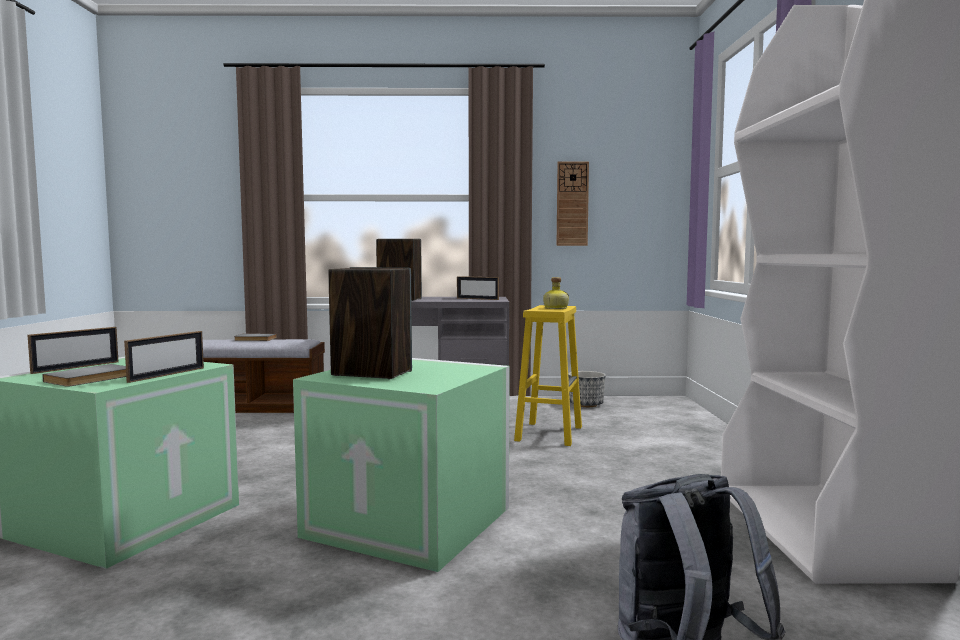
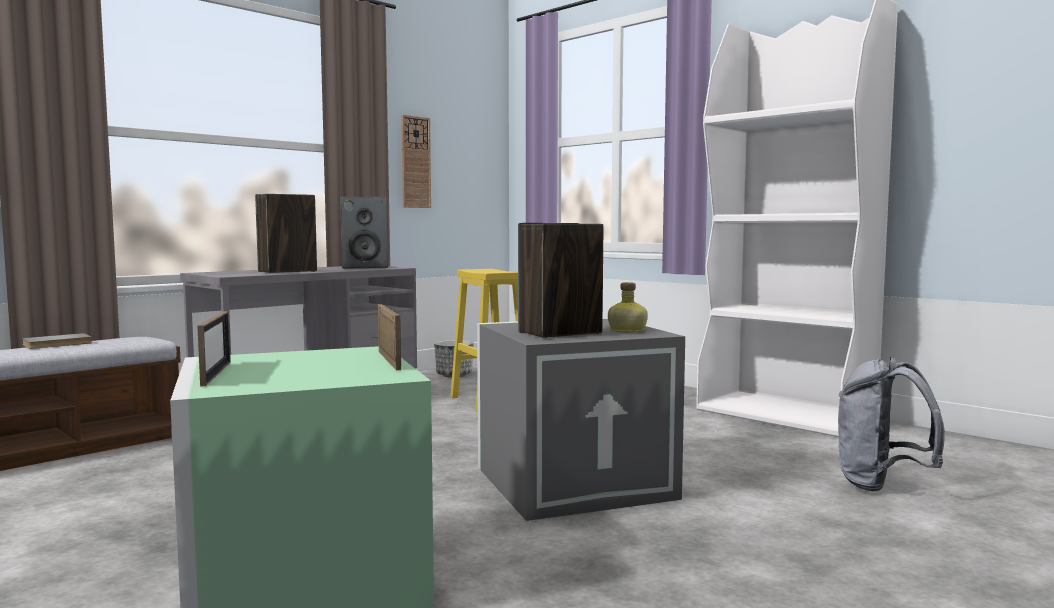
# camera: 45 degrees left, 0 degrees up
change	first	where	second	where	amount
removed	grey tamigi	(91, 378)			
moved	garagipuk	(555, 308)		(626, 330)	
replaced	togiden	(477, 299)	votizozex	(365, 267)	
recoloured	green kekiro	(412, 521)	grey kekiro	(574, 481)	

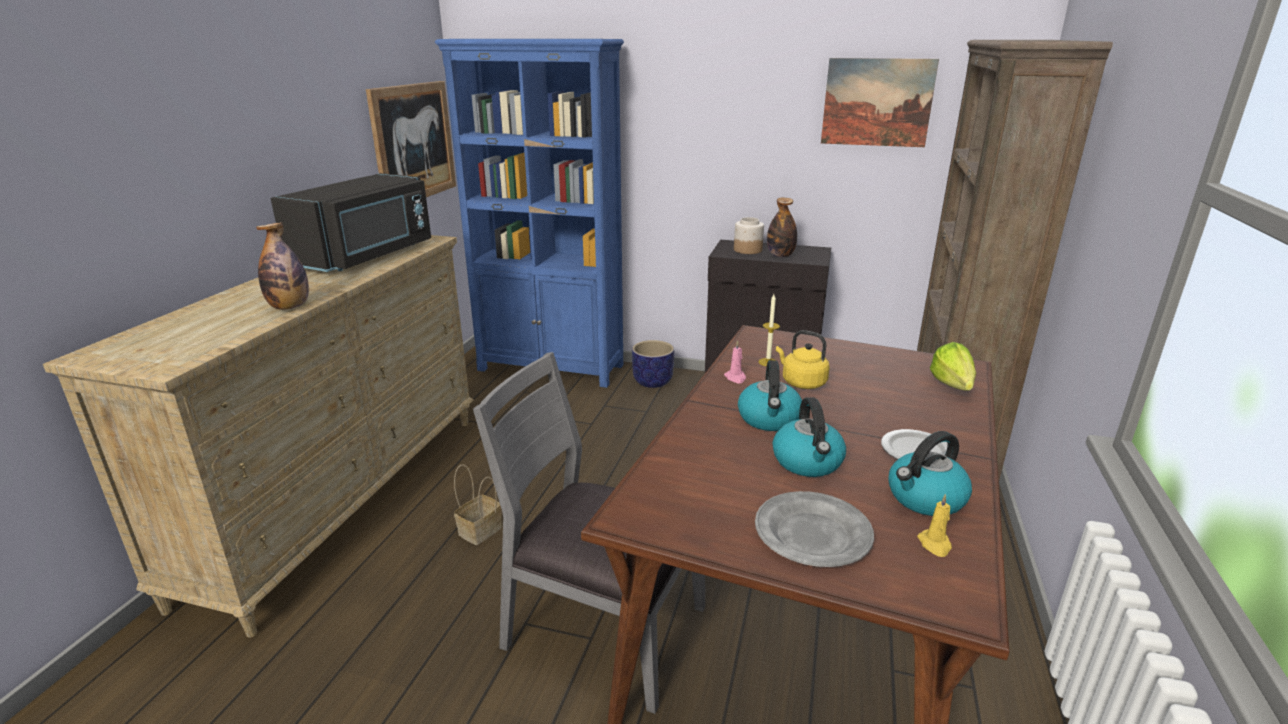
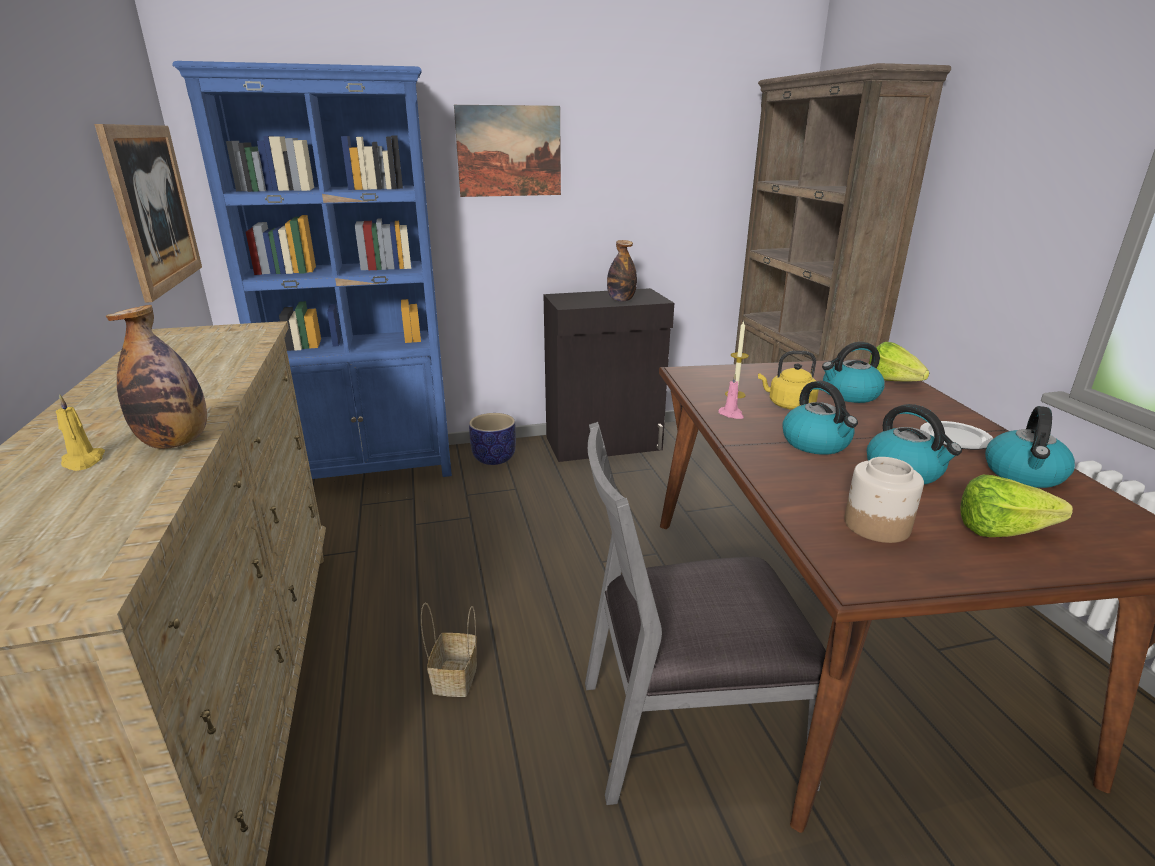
# camera: 30 degrees left, 0 degrees up
change	first	where	second	where	amount
removed	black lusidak	(367, 256)			
added			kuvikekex	(849, 395)	
moved	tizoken	(747, 250)		(876, 526)	
moved	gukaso	(877, 102)		(509, 151)	
moved	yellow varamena	(935, 545)		(83, 461)	
replaced	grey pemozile	(812, 533)	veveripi	(1010, 533)	

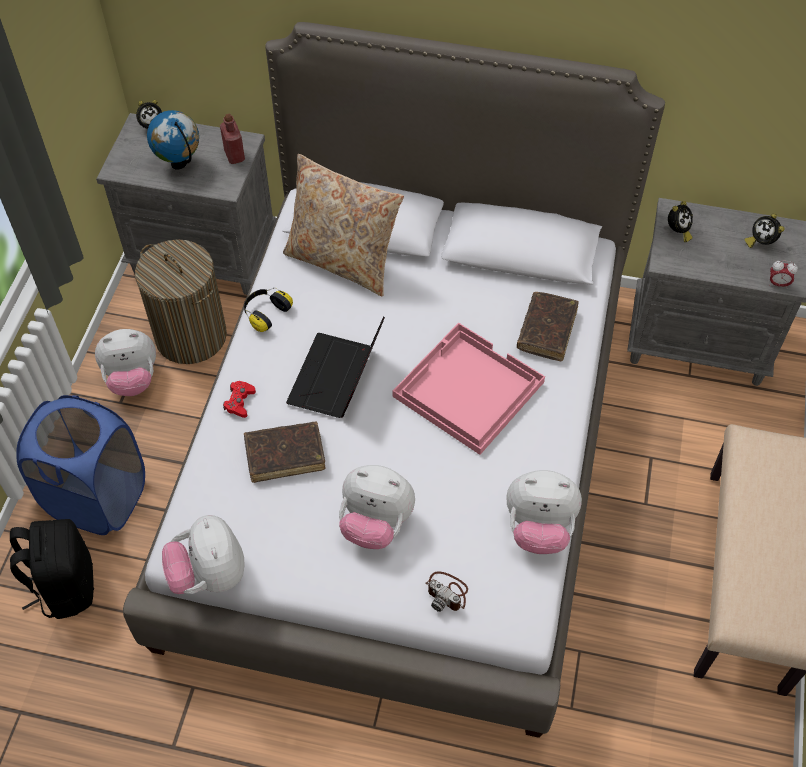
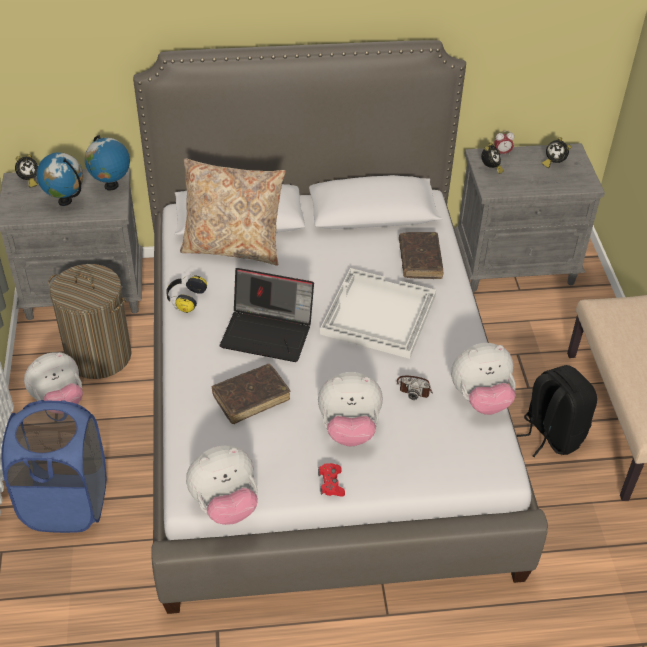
# camera: 20 degrees left, 10 degrees down
change	first	where	second	where	amount
moved	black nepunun	(65, 586)		(550, 434)	
moved	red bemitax	(239, 402)		(331, 483)	
moved	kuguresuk	(447, 592)		(414, 388)	
moved	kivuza	(778, 284)		(502, 153)	
replaced	red garagipuk	(234, 155)	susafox	(111, 186)	
recoloured	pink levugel	(466, 389)	white levugel	(377, 315)	
turned	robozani	(209, 574)		(225, 505)	75 degrees counterclockwise
turned	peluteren	(337, 379)		(268, 332)	75 degrees counterclockwise

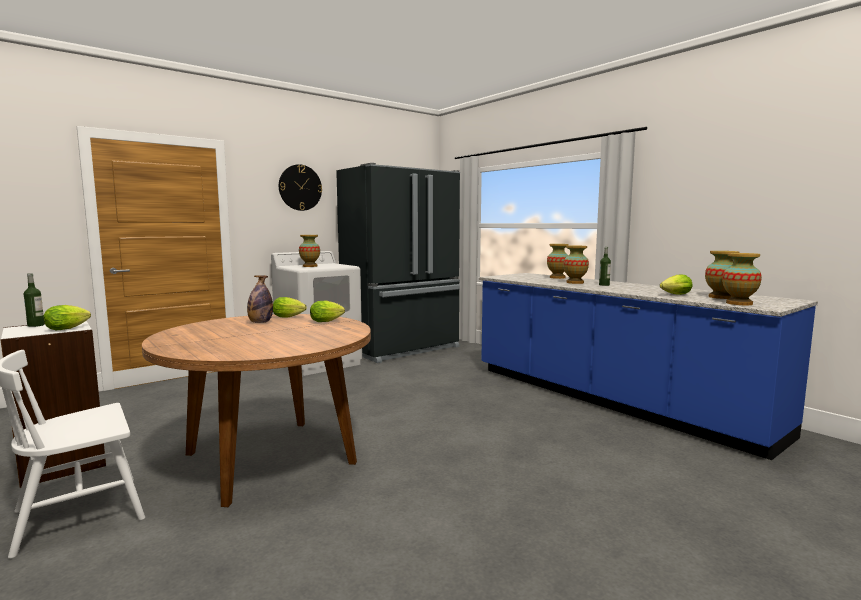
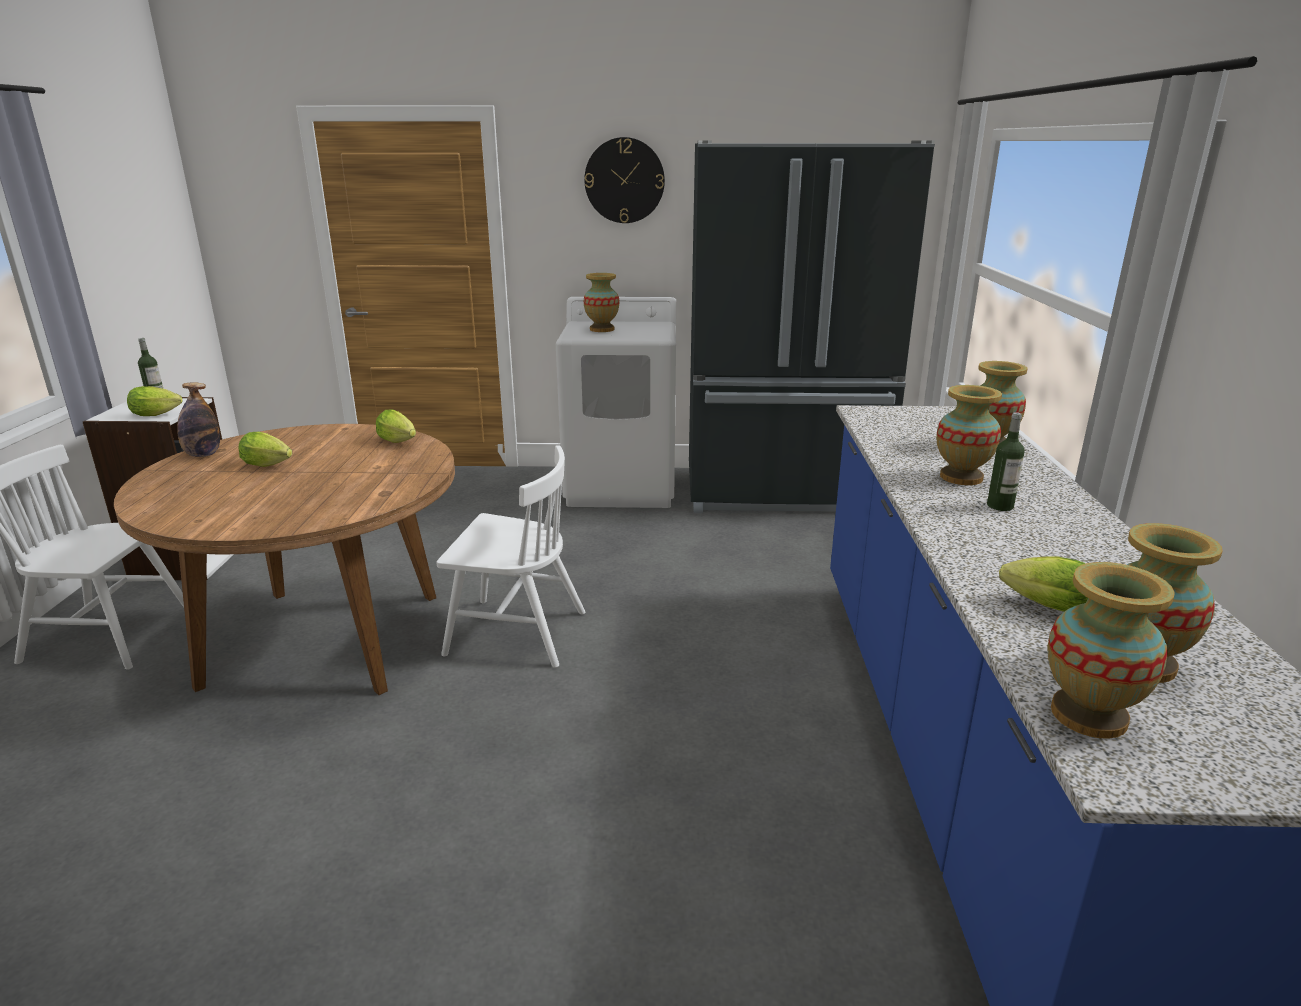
# camera: 40 degrees right, 15 degrees up
change	first	where	second	where	amount
added			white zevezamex	(515, 633)	
moved	garagipuk	(260, 322)		(203, 455)	
moved	veveripi	(328, 321)		(270, 465)	

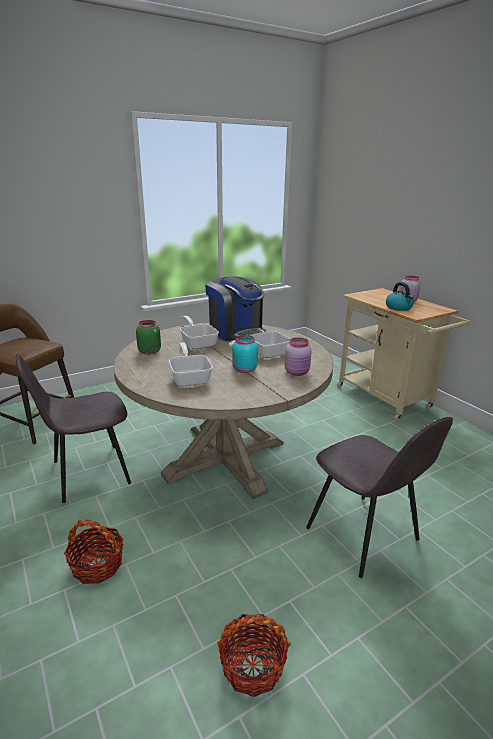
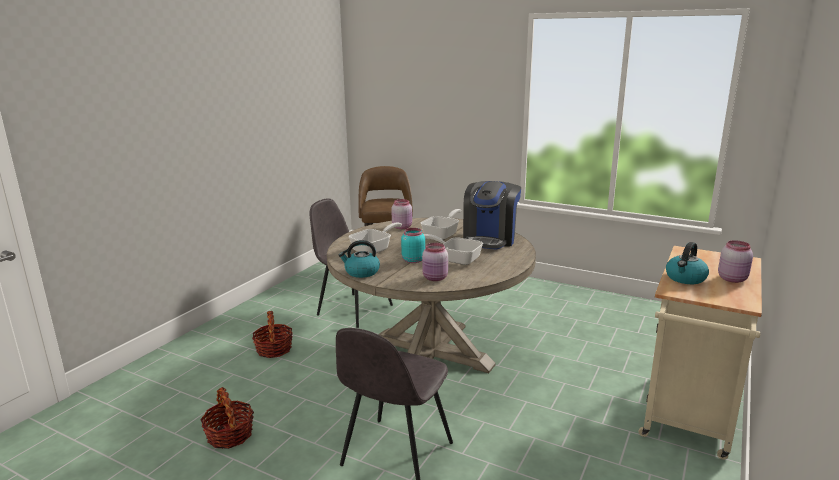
# camera: 60 degrees right, 5 degrees down
change	first	where	second	where	amount
added			kuvikekex	(361, 272)	
recoloured	green tizoken	(149, 351)	pink tizoken	(402, 227)	

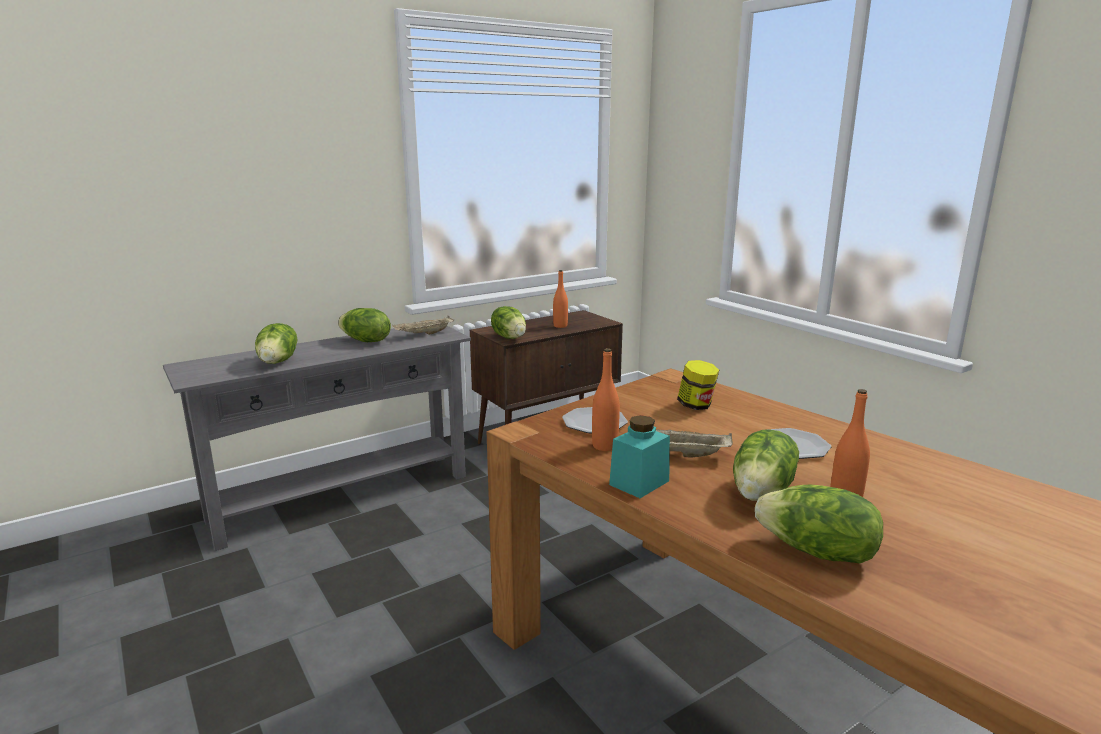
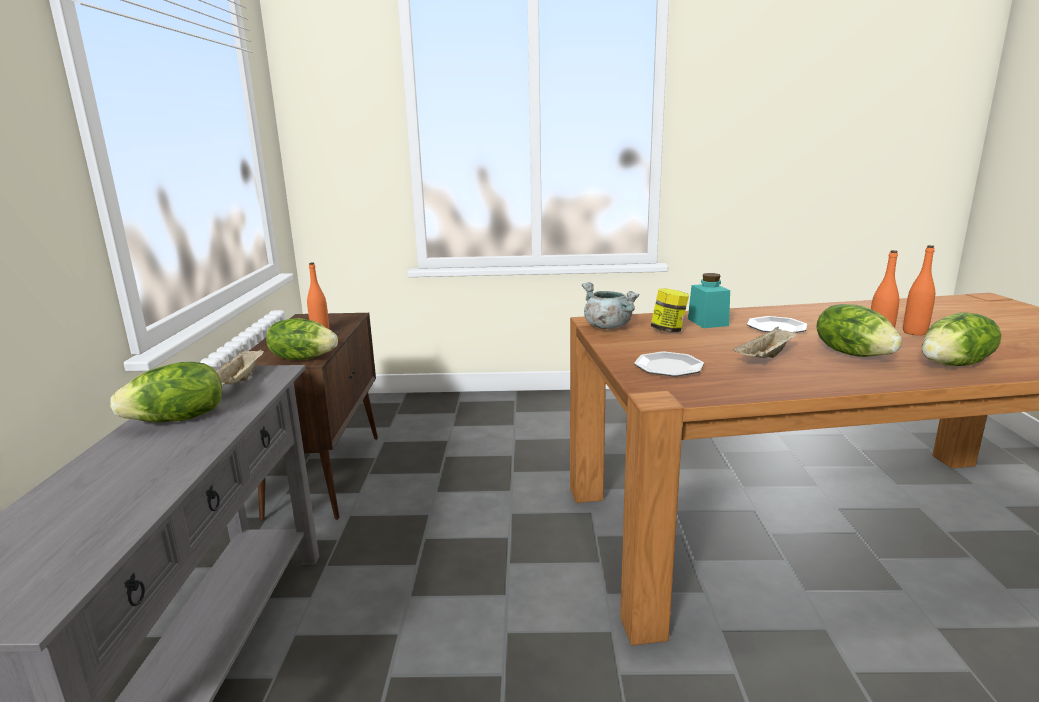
# camera: 55 degrees left, 0 degrees up
change	first	where	second	where	amount
removed	veveripi	(278, 361)			
added			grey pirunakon	(607, 326)	
moved	orange garagipuk	(604, 446)		(914, 332)	
moved	turquoise tizoken	(639, 483)		(707, 322)	

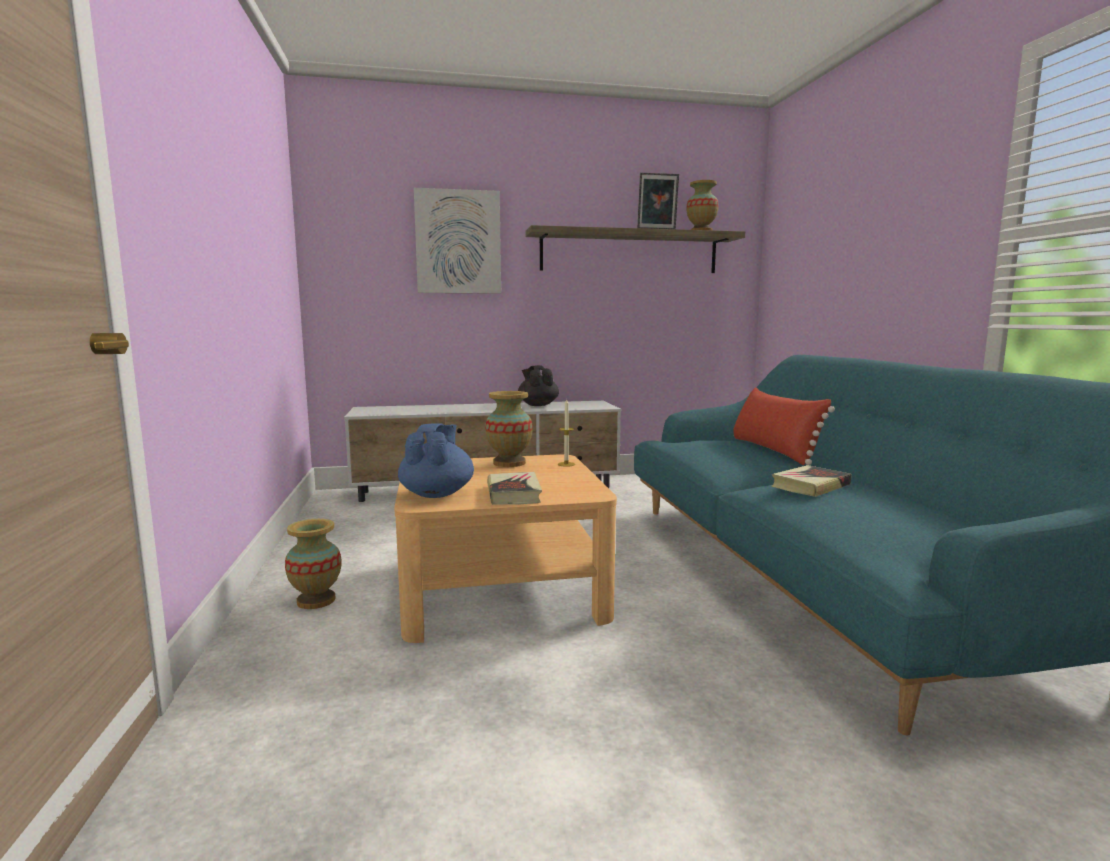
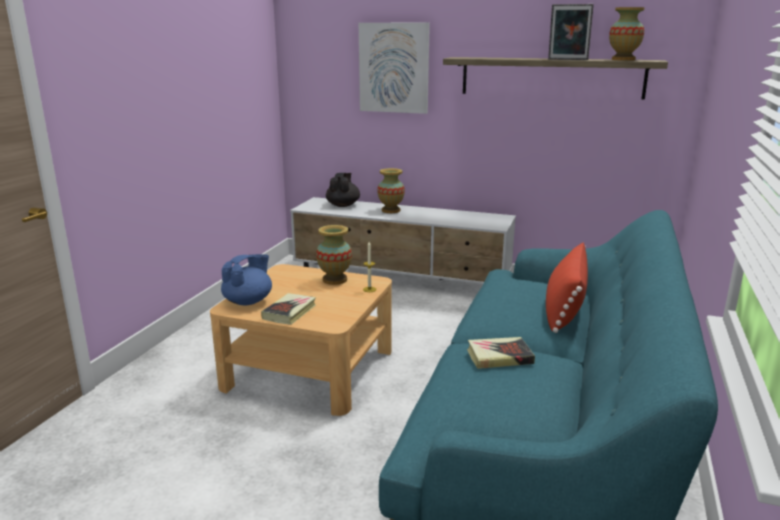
# camera: 30 degrees right, 10 degrees up
change	first	where	second	where	amount
moved	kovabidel	(316, 601)		(391, 210)	
moved	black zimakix	(538, 405)		(343, 205)	

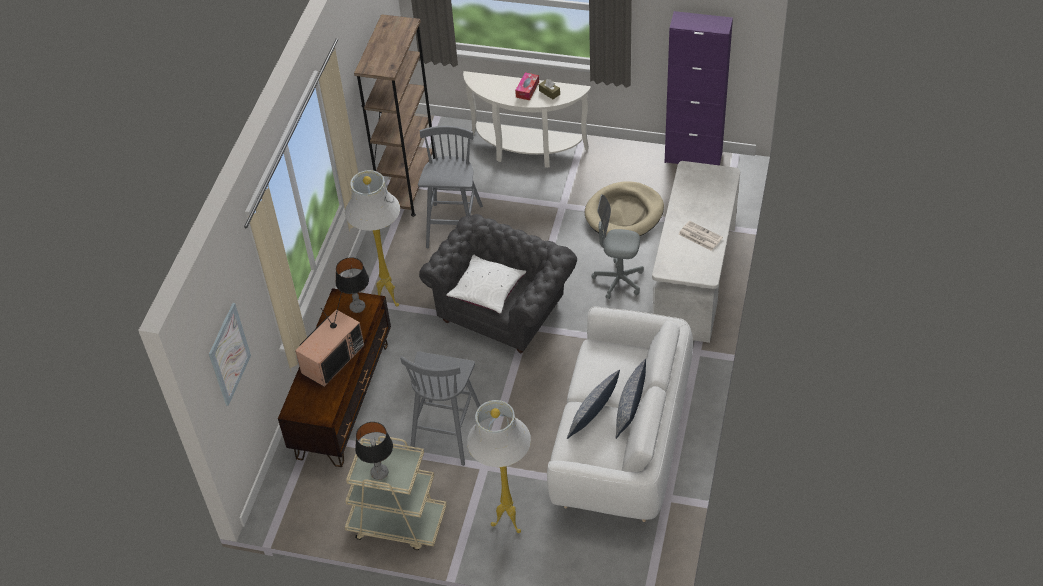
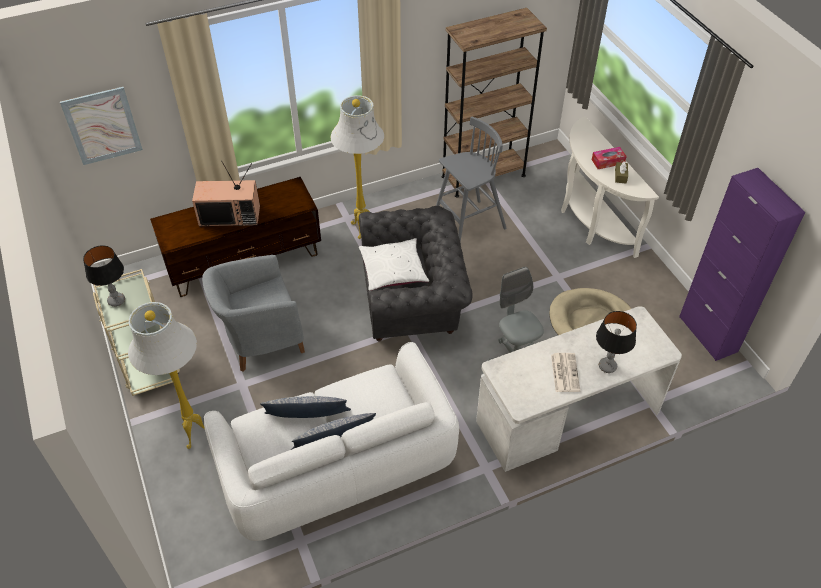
# camera: 50 degrees right, 0 degrees up
change	first	where	second	where	amount
moved	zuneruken	(357, 307)		(607, 366)	
replaced	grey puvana	(447, 431)	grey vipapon	(260, 339)	

